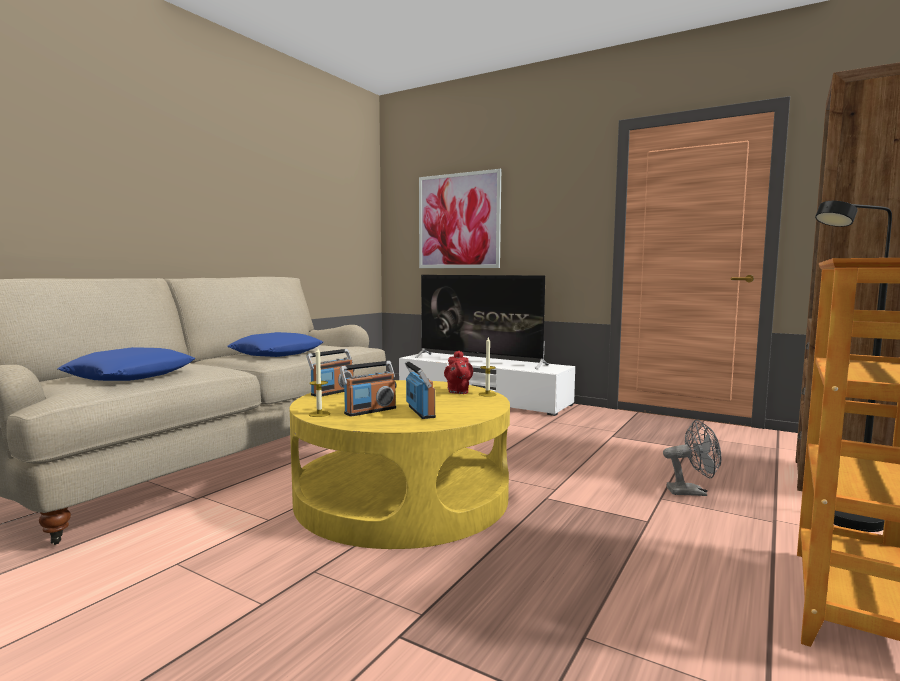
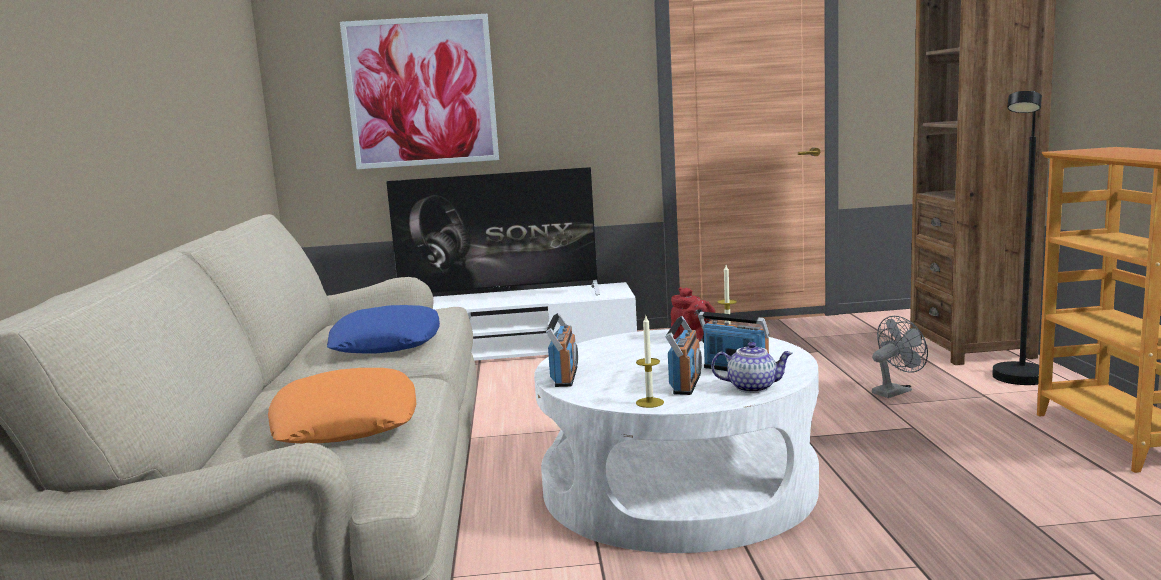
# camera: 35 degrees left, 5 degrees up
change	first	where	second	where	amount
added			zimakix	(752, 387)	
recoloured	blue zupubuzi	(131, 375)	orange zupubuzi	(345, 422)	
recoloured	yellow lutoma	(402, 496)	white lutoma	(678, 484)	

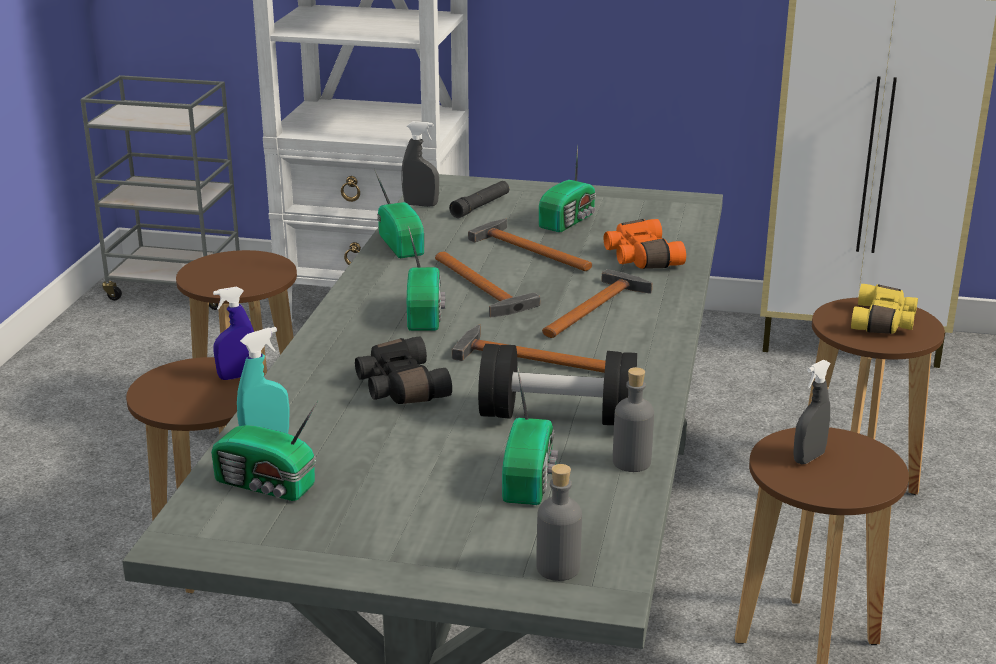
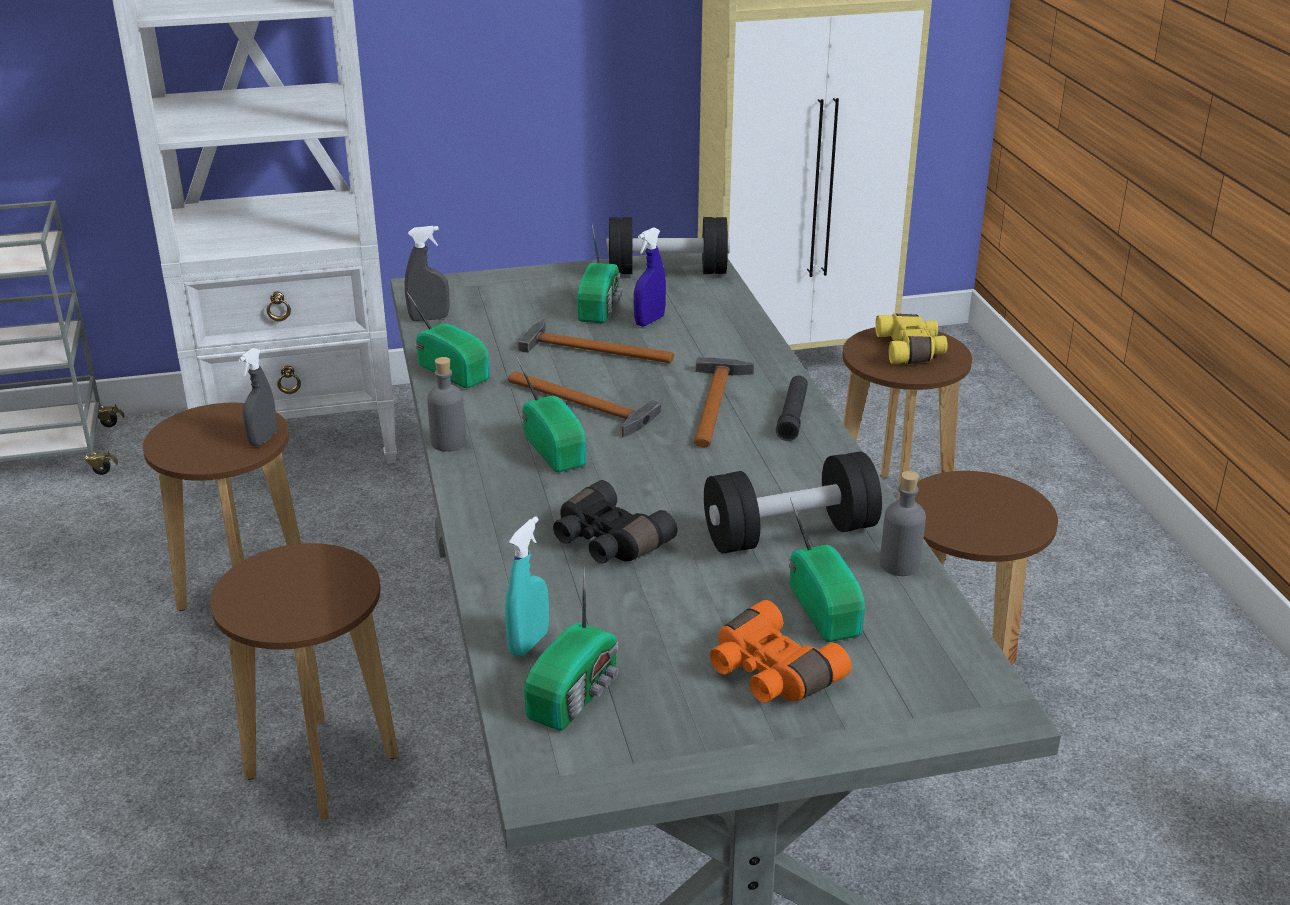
# camera: 25 degrees left, 5 degrees up
change	first	where	second	where	amount
removed	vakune	(529, 358)			
added			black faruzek	(667, 271)	
moved	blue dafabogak	(237, 376)		(649, 321)	
moved	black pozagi	(480, 206)		(792, 416)	
moved	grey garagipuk	(558, 568)		(448, 442)	
moved	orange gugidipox	(640, 258)		(770, 673)	
moved	grey dafabogak	(809, 458)		(263, 439)	
turned	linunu	(266, 485)		(577, 694)	60 degrees counterclockwise

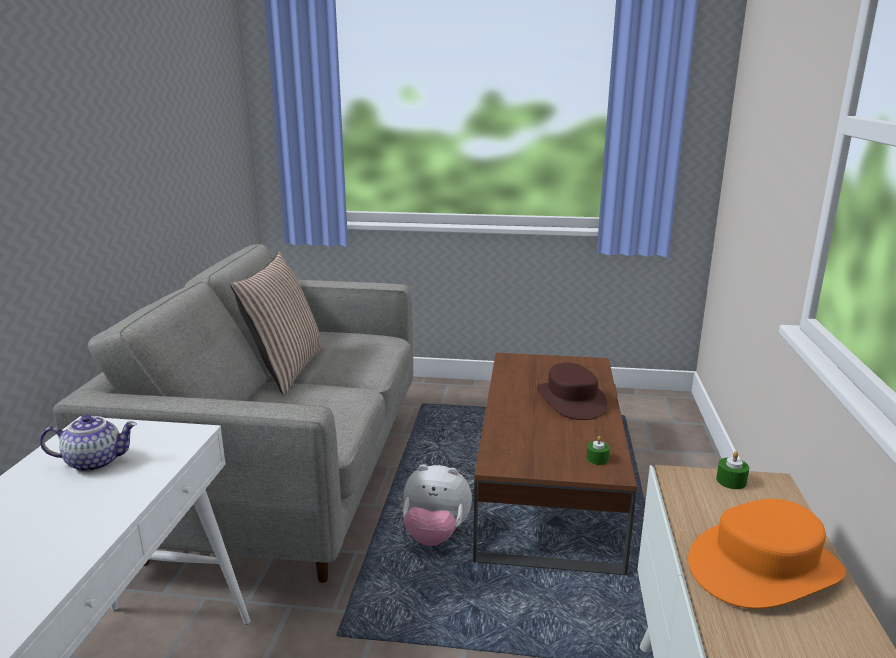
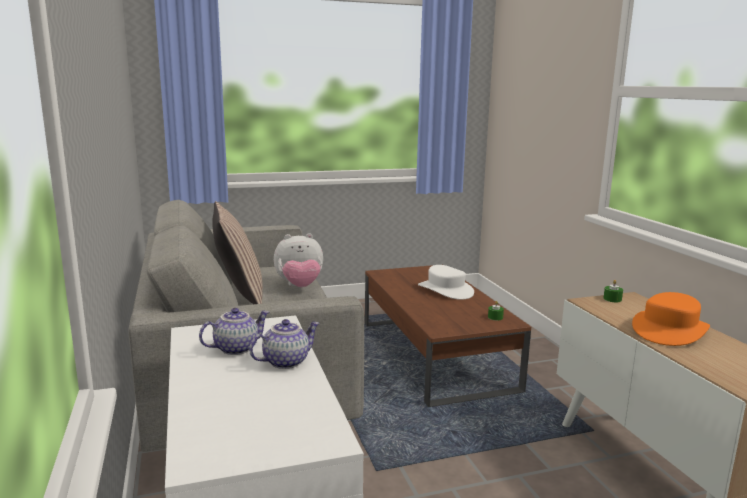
# camera: 25 degrees left, 5 degrees down
change	first	where	second	where	amount
added			zimakix	(286, 361)	
moved	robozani	(435, 535)		(299, 286)	
recoloured	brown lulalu	(571, 400)	white lulalu	(445, 290)	

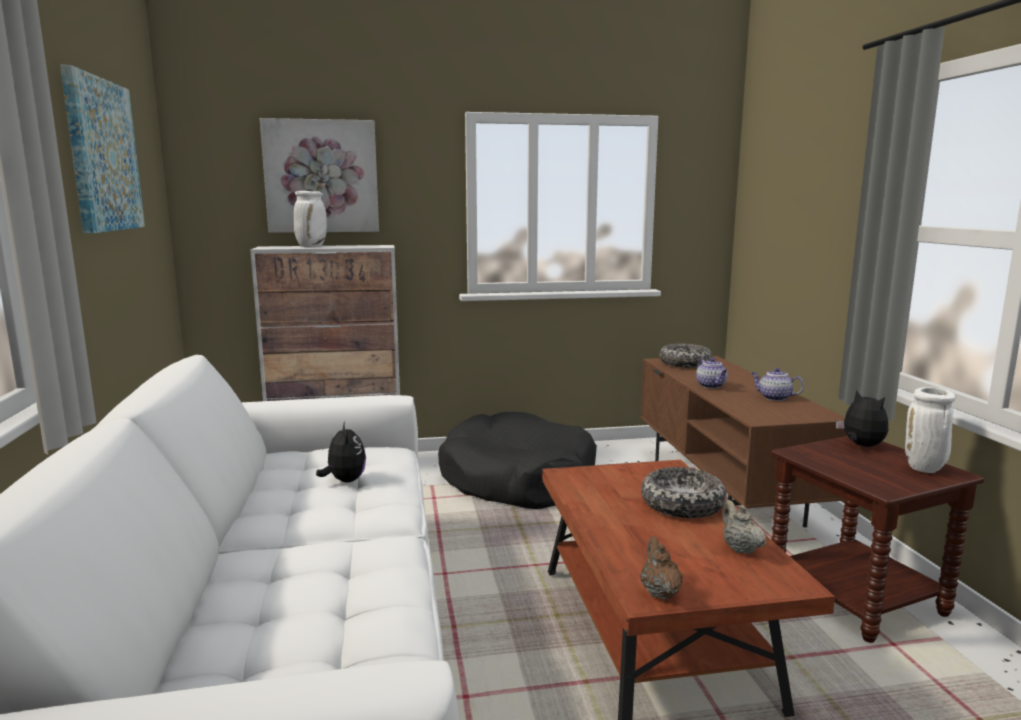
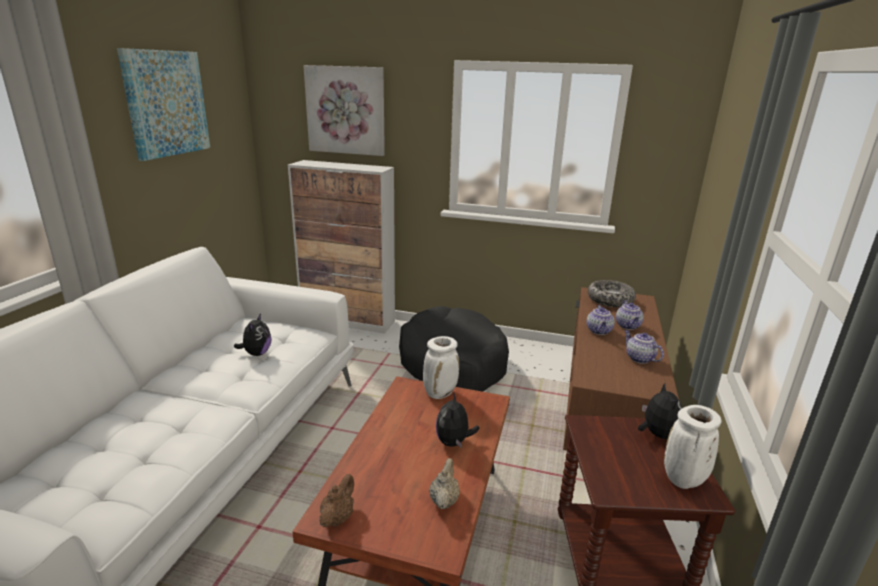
# camera: 25 degrees right, 10 degrees up
change	first	where	second	where	amount
added			zimakix	(628, 326)	
moved	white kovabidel	(311, 246)		(440, 393)	
replaced	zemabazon	(682, 504)	robozani	(454, 442)	

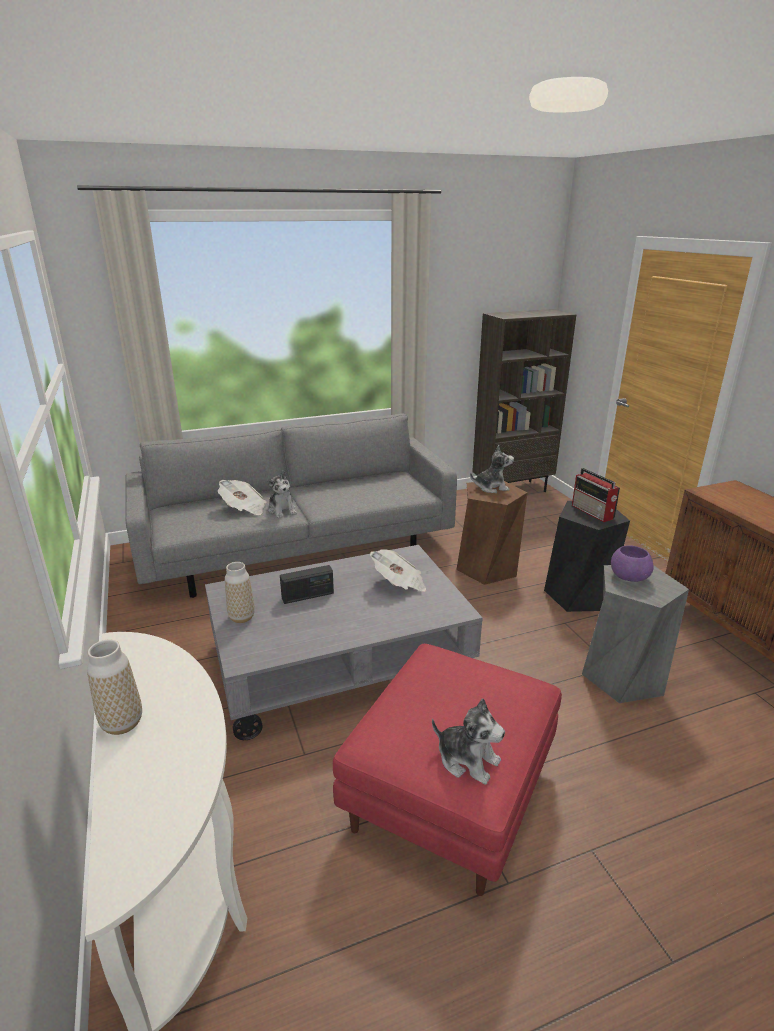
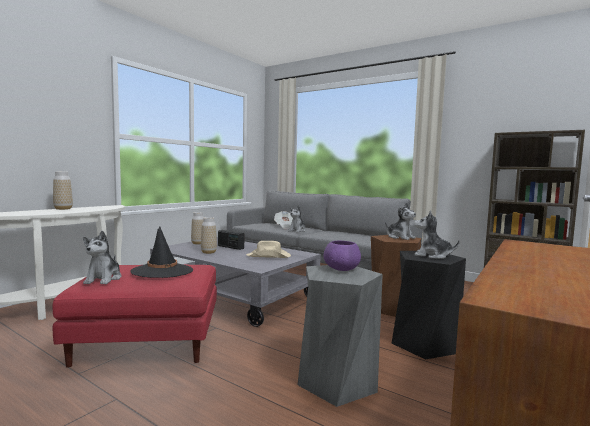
# camera: 55 degrees right, 20 degrees down
change	first	where	second	where	amount
added			black lulalu	(162, 271)	
added			kovabidel	(208, 252)	
replaced	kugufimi	(399, 584)	beige lulalu	(269, 256)	
replaced	linunu	(593, 512)	robozani	(432, 256)	

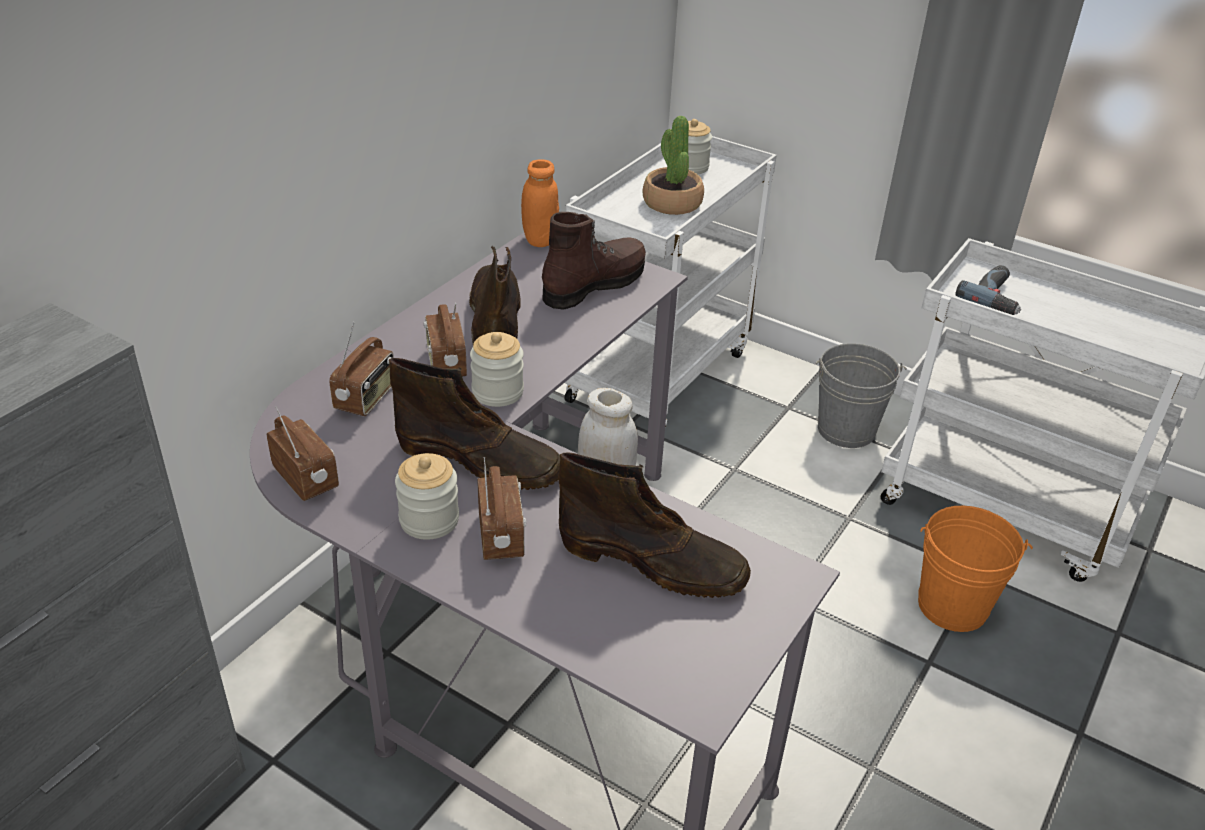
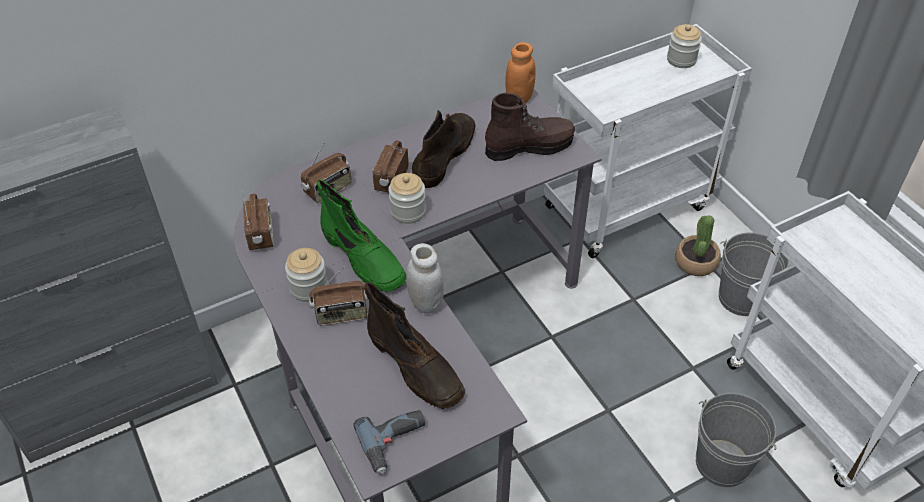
# camera: 30 degrees right, 10 degrees up
change	first	where	second	where	amount
moved	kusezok	(672, 203)		(695, 262)	
moved	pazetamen	(997, 297)		(395, 443)	
recoloured	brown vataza	(481, 461)	green vataza	(364, 258)	
recoloured	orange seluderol	(952, 606)	grey seluderol	(722, 463)	
turned	linunu	(502, 536)		(341, 314)	60 degrees clockwise

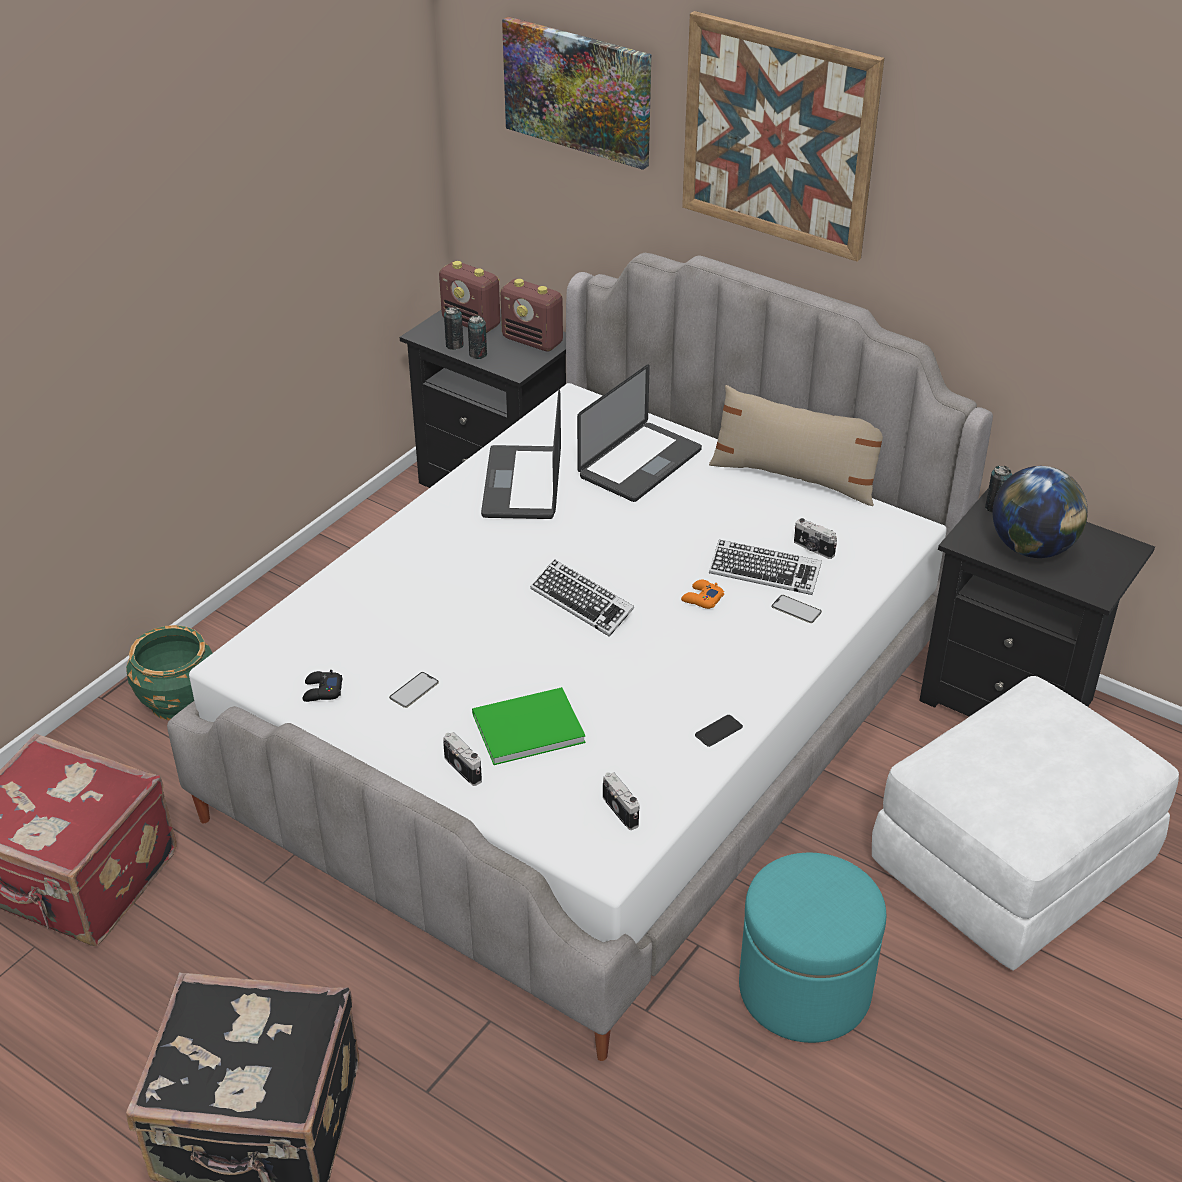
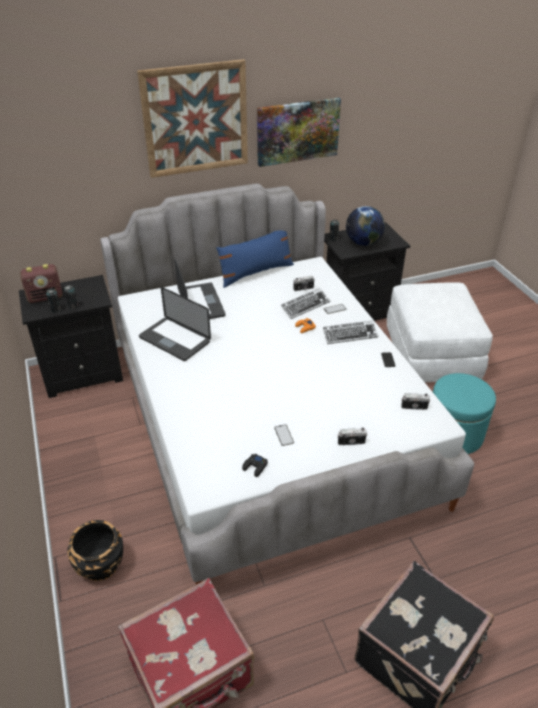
# camera: 55 degrees left, 0 degrees up
change	first	where	second	where	amount
removed	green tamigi	(524, 727)			
removed	linunu	(533, 341)			
moved	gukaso	(578, 91)		(297, 131)	
moved	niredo	(582, 603)		(350, 335)	
recoloured	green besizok	(179, 701)	black besizok	(100, 564)	
recoloured	beige zupubuzi	(794, 477)	blue zupubuzi	(256, 272)	

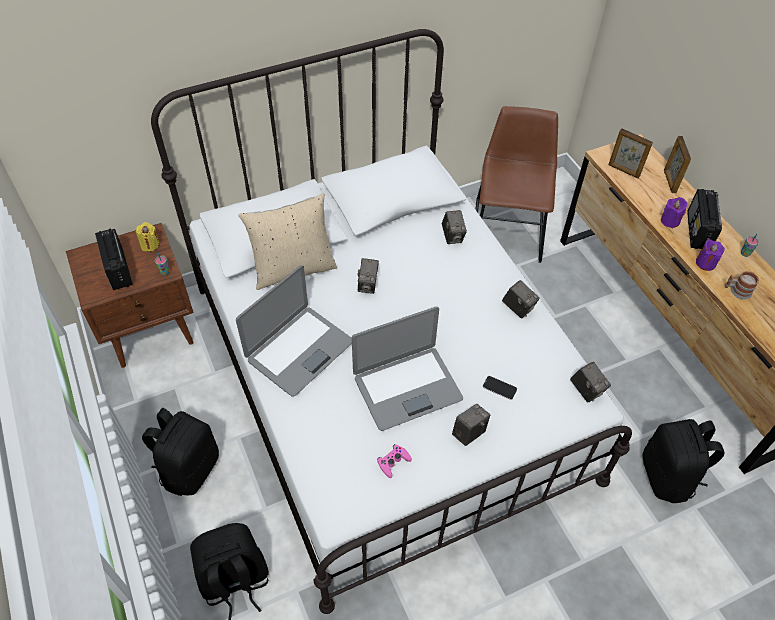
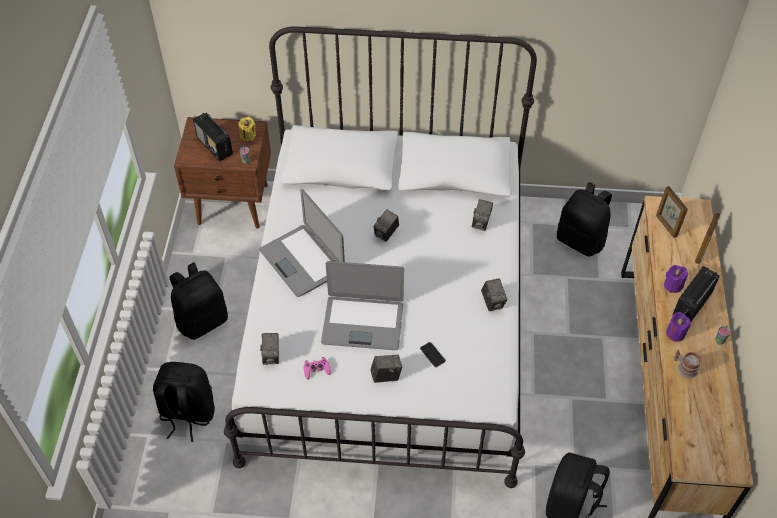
# camera: 30 degrees right, 0 degrees up
change	first	where	second	where	amount
removed	beige zupubuzi	(293, 269)			
moved	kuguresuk	(586, 390)		(271, 355)	
replaced	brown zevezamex	(508, 227)	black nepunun	(581, 240)	
turned	linunu	(118, 270)		(215, 146)	45 degrees counterclockwise
turned	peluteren	(299, 350)		(302, 260)	75 degrees clockwise

